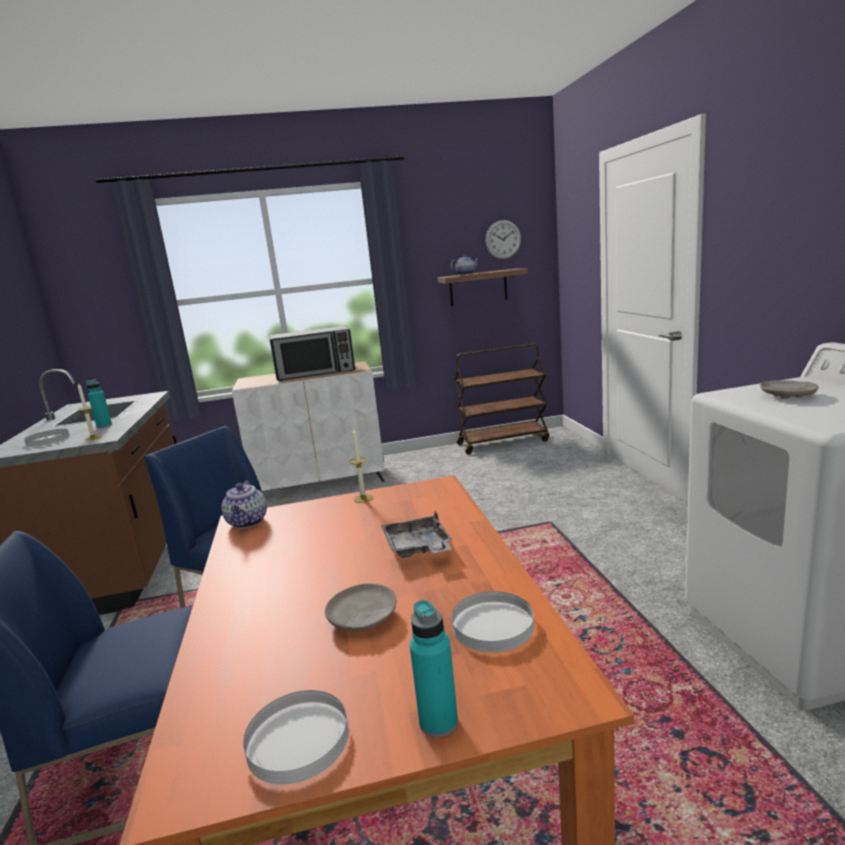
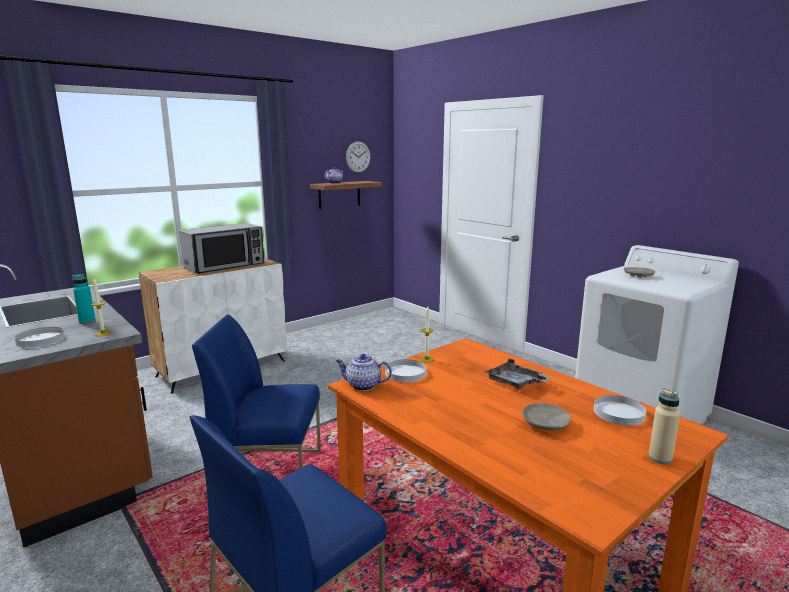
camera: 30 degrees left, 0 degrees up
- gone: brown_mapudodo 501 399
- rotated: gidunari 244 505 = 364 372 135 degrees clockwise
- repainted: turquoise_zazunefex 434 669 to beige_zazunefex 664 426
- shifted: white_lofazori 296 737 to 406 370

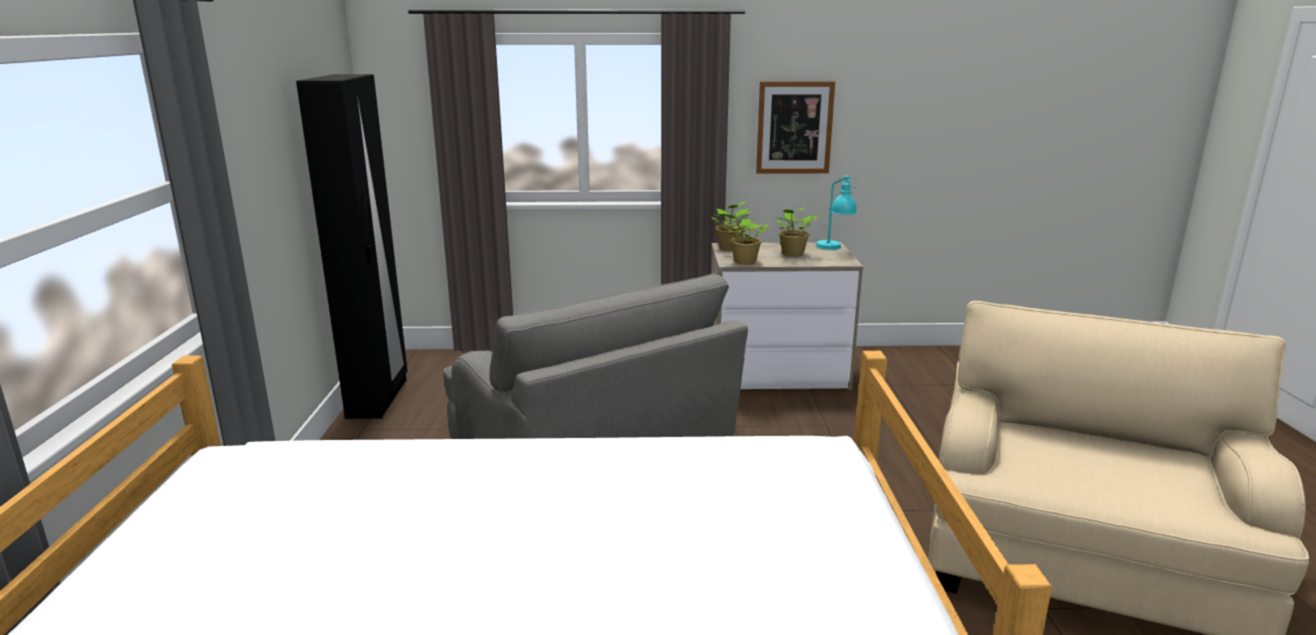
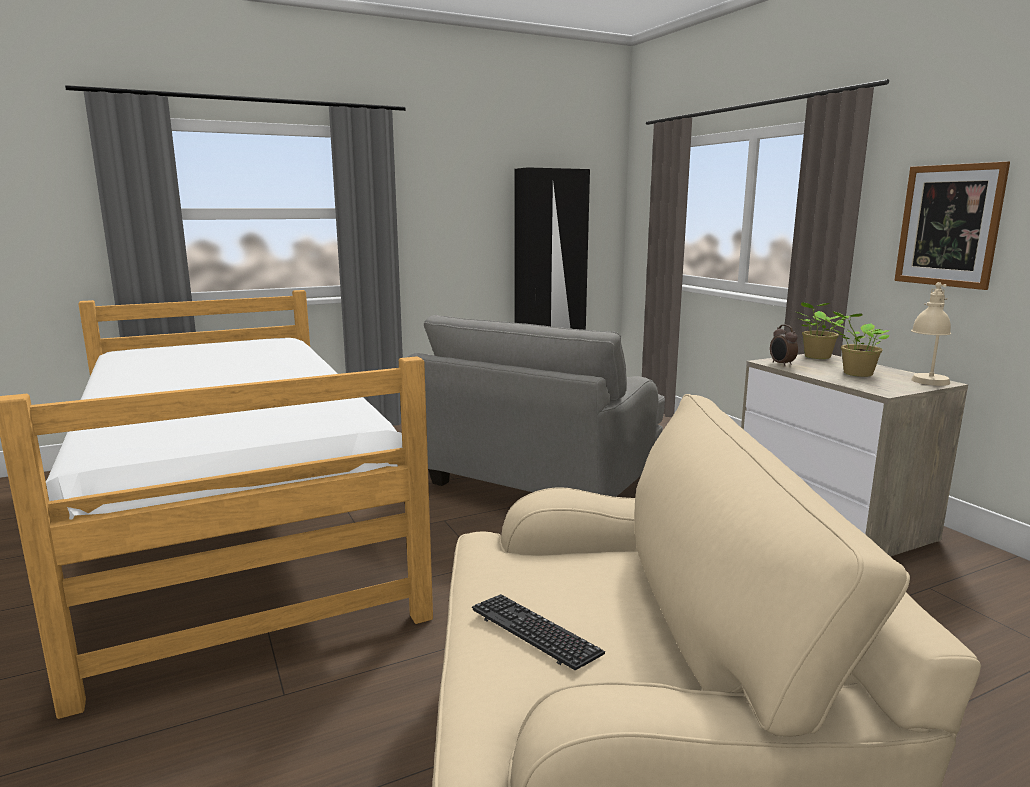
camera: 65 degrees right, 5 degrees down
- repainted: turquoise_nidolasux 836 212 to beige_nidolasux 931 334
- swapped: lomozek 744 239 to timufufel 784 345
- new: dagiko 538 632

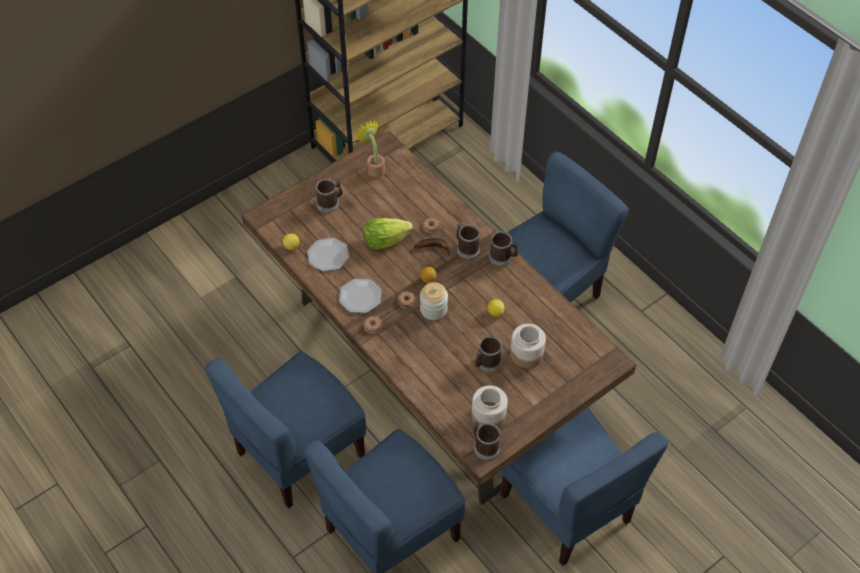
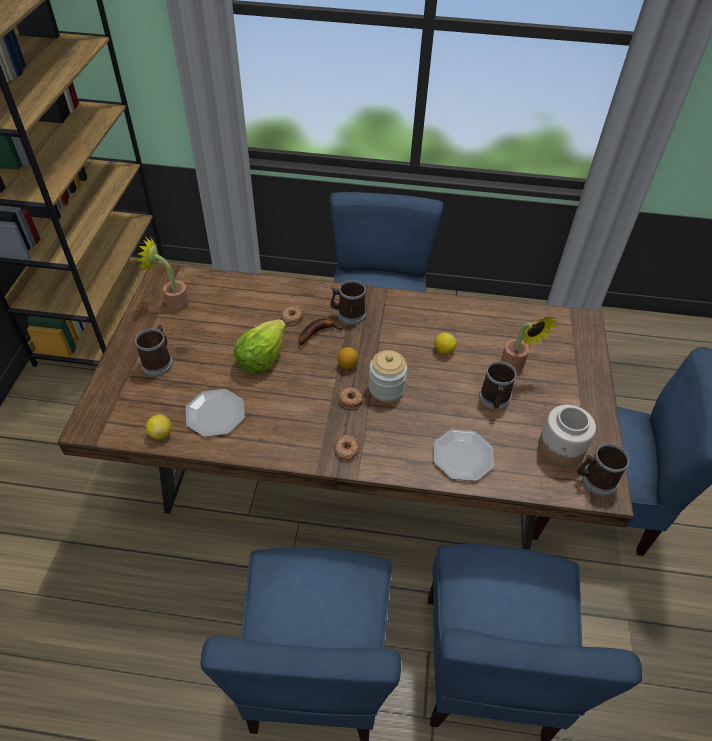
camera: 45 degrees left, 5 degrees down
- gone: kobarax 503 248
- shifted: lofazori 360 296 to 463 455
- swapped: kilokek 528 346 to lomozek 530 344

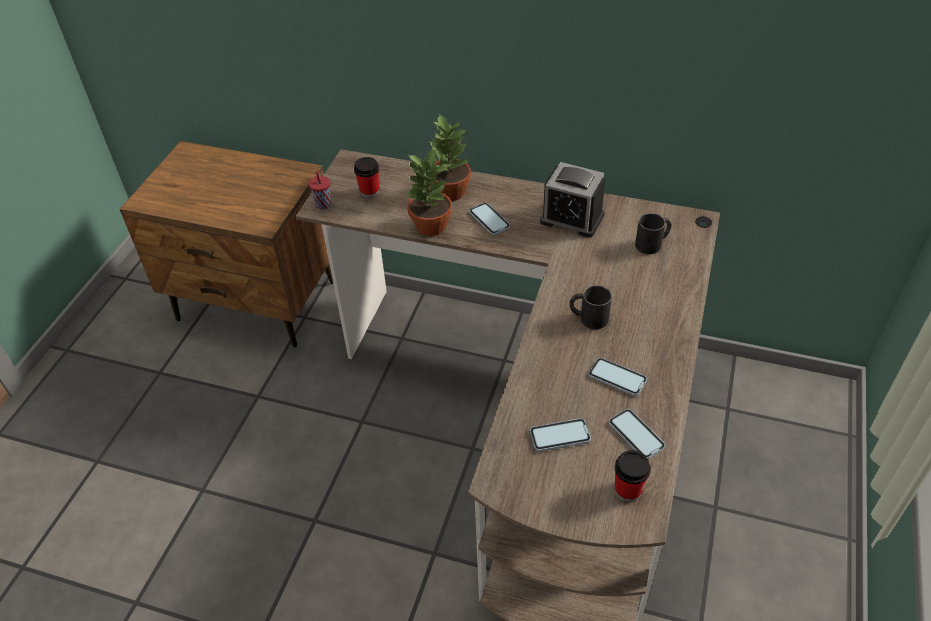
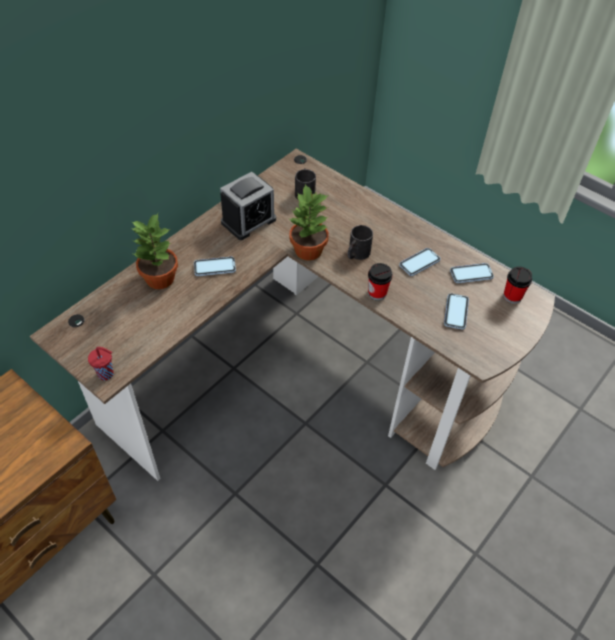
camera: 70 degrees left, 5 degrees up
- shifted: lomozek 428 192 to 309 222
- shifted: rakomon 366 177 to 380 282

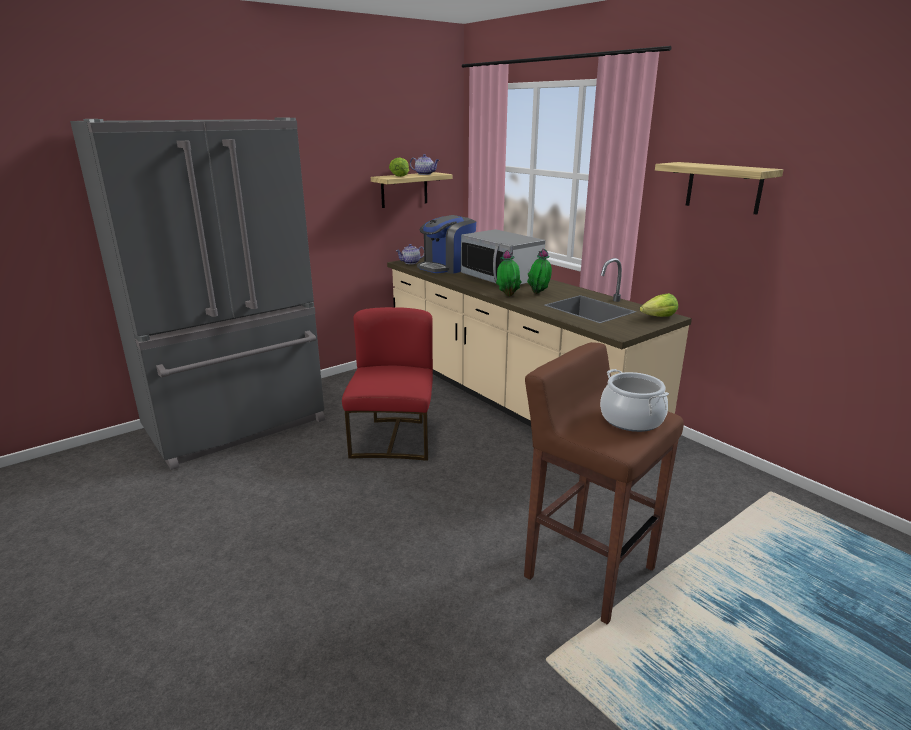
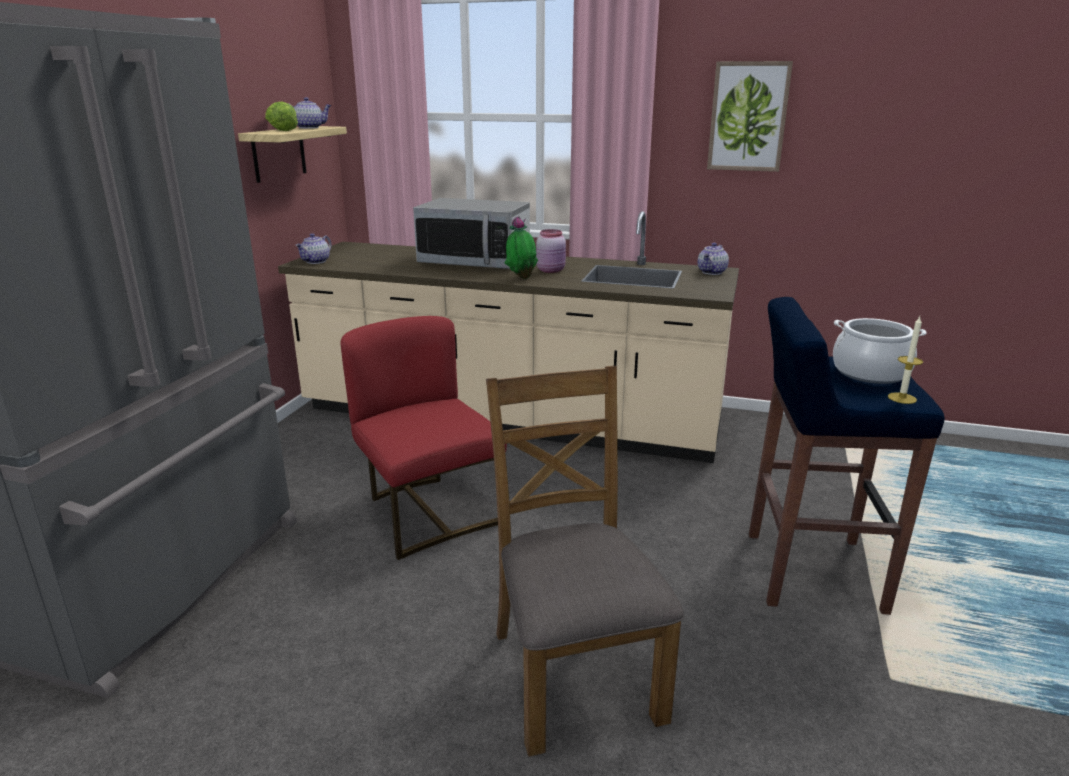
camera: 35 degrees left, 0 degrees up
- swapped: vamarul 719 188 to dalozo 750 116
- gone: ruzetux 446 244
- swapped: lomozek 539 271 to pink_kilokek 551 251
- swapped: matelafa 659 305 to gidunari 713 259
- repainted: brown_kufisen 604 483 to blue_kufisen 847 456
- new: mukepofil 905 360
- new: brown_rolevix 585 561

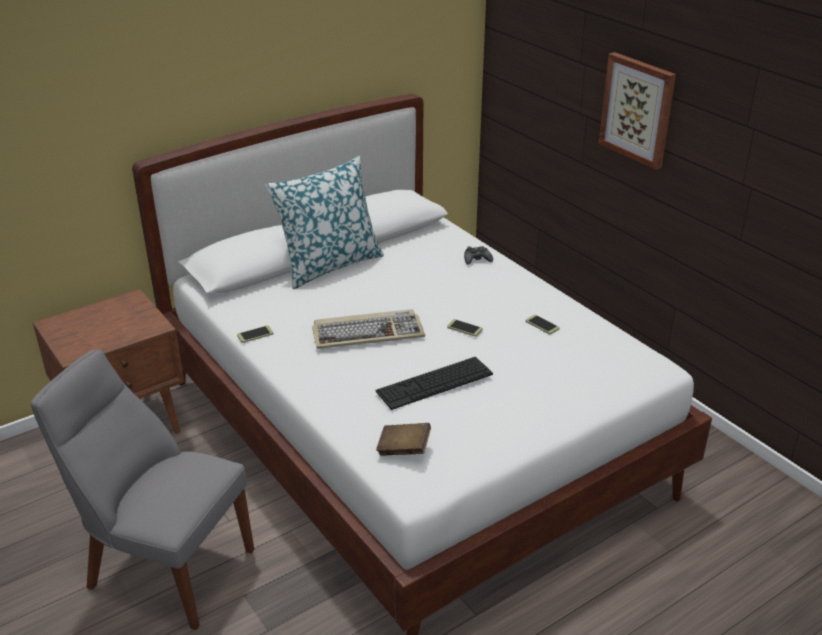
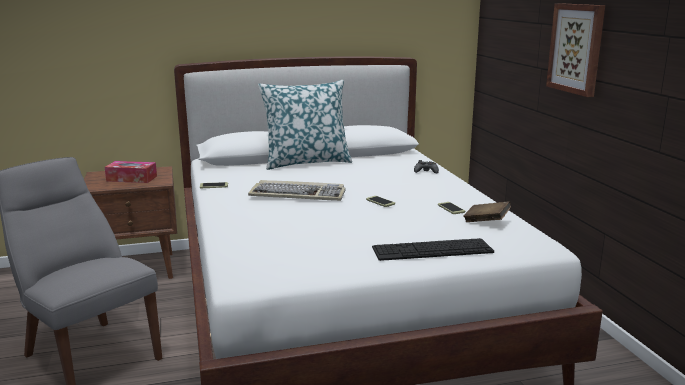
camera: 20 degrees right, 15 degrees down
- shifted: dagiko 434 383 to 433 249
- shifted: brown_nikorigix 403 439 to 487 211
- new: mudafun 131 172

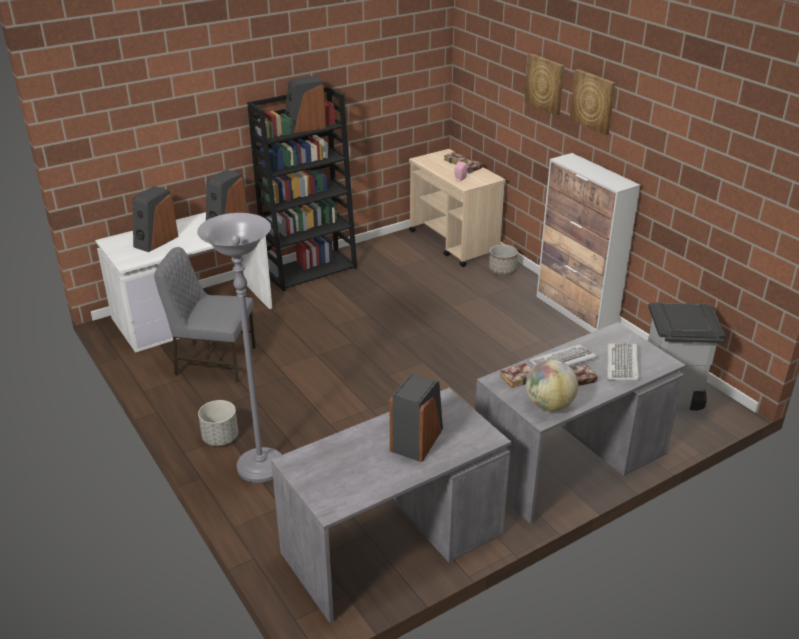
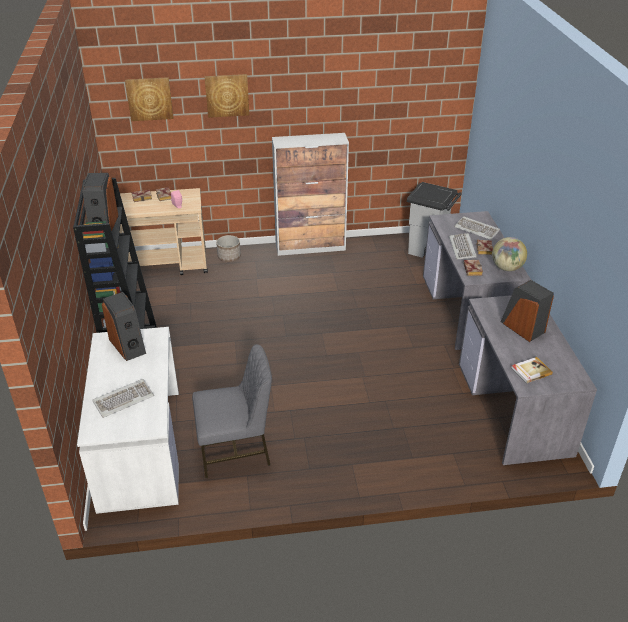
camera: 65 degrees left, 5 degrees up
- shifted: dalozo 592 102 to 149 99
- swapped: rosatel 155 219 to dagiko 123 398
- gone: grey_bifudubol 239 348
- rotated: grey_rolevix 205 315 = 232 411 135 degrees counterclockwise
- gone: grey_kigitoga 218 423
- new: nikorigix 532 370

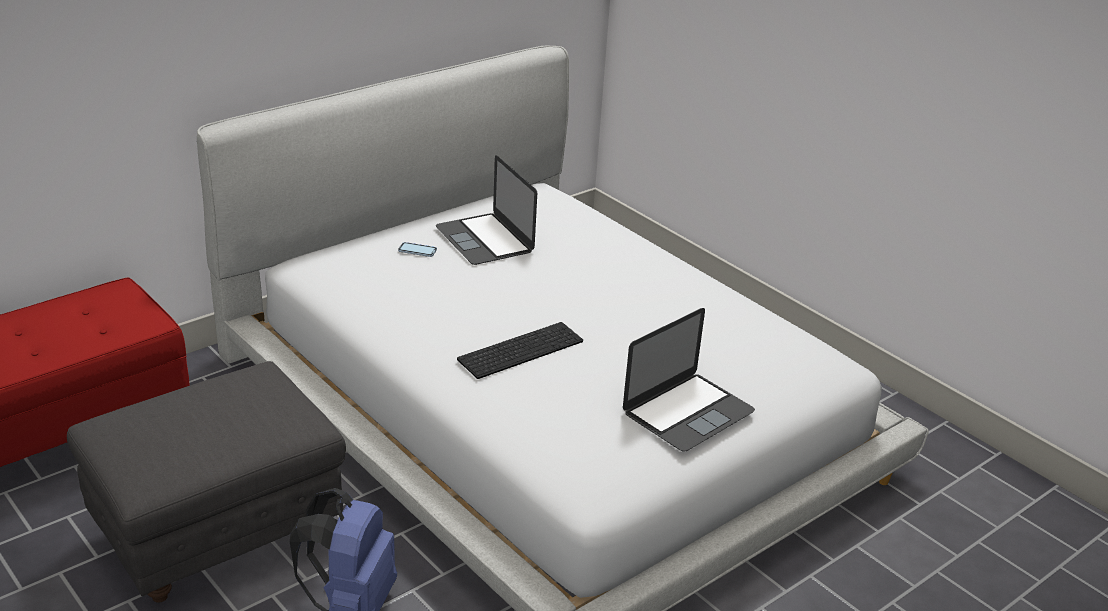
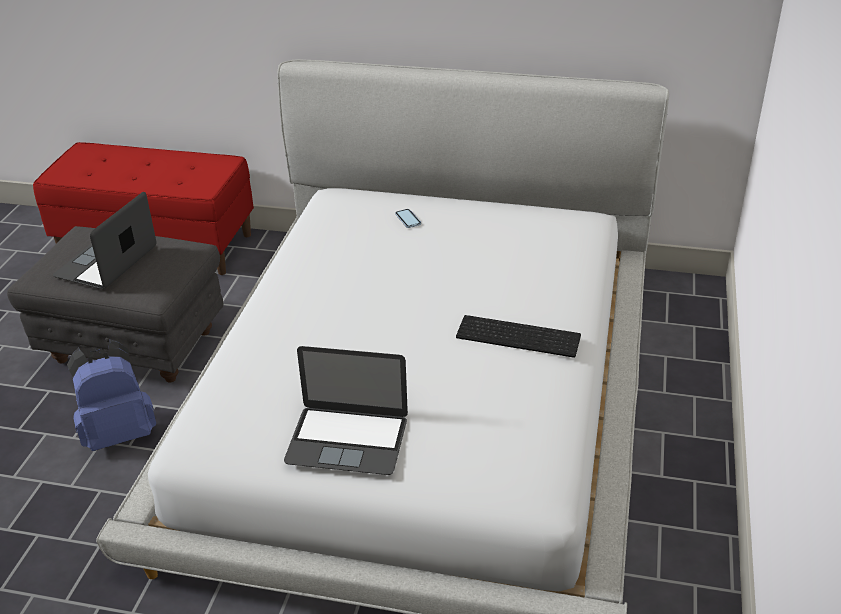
camera: 55 degrees right, 5 degrees up
- shifted: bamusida 486 210 to 104 240
- shifted: dagiko 520 350 to 518 336

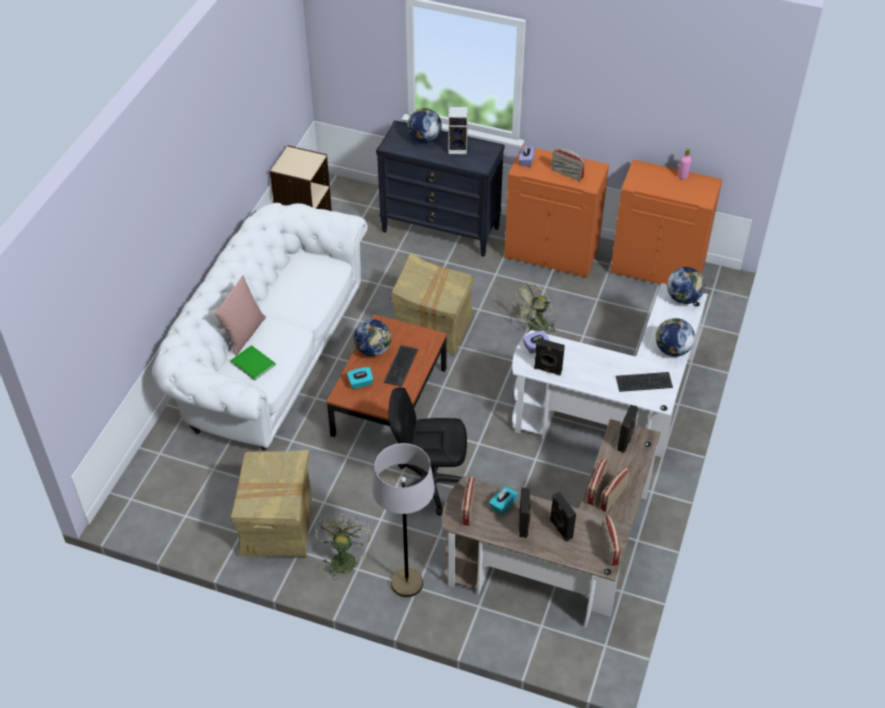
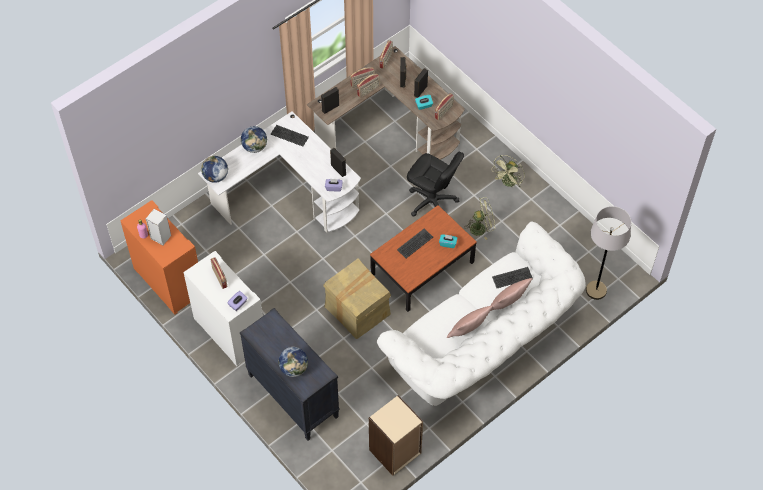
camera: 150 degrees left, 10 degrees up
- shifted: rosatel 458 130 to 158 227
- repainted: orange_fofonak 556 211 to white_fofonak 223 308
- shifted: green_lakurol 534 309 to 479 218
- gone: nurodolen 372 338
- swapped: green_nikorigix 253 363 to dagiko 512 277
- shifted: grey_bifudubol 403 520 to 608 253
- gone: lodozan 271 503
- new: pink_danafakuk 470 322

